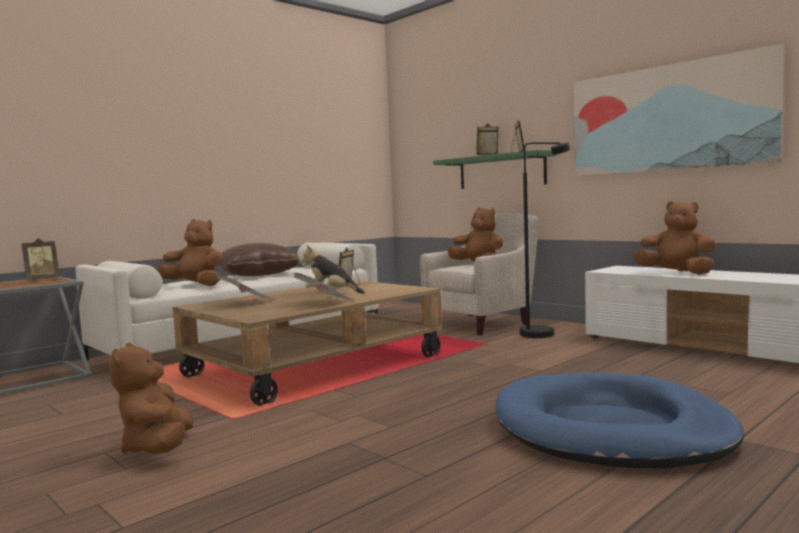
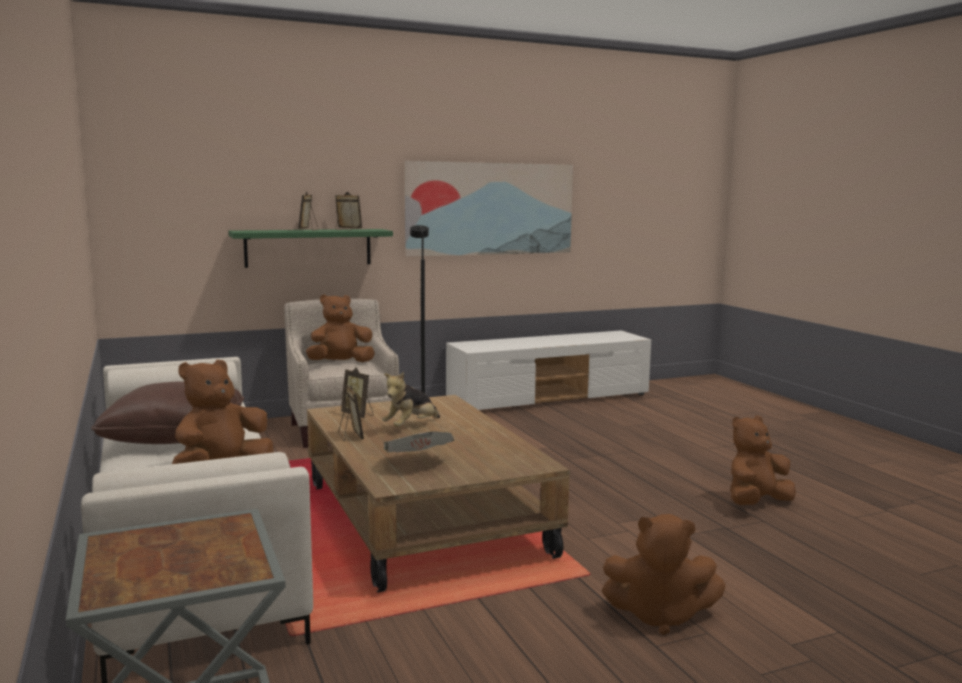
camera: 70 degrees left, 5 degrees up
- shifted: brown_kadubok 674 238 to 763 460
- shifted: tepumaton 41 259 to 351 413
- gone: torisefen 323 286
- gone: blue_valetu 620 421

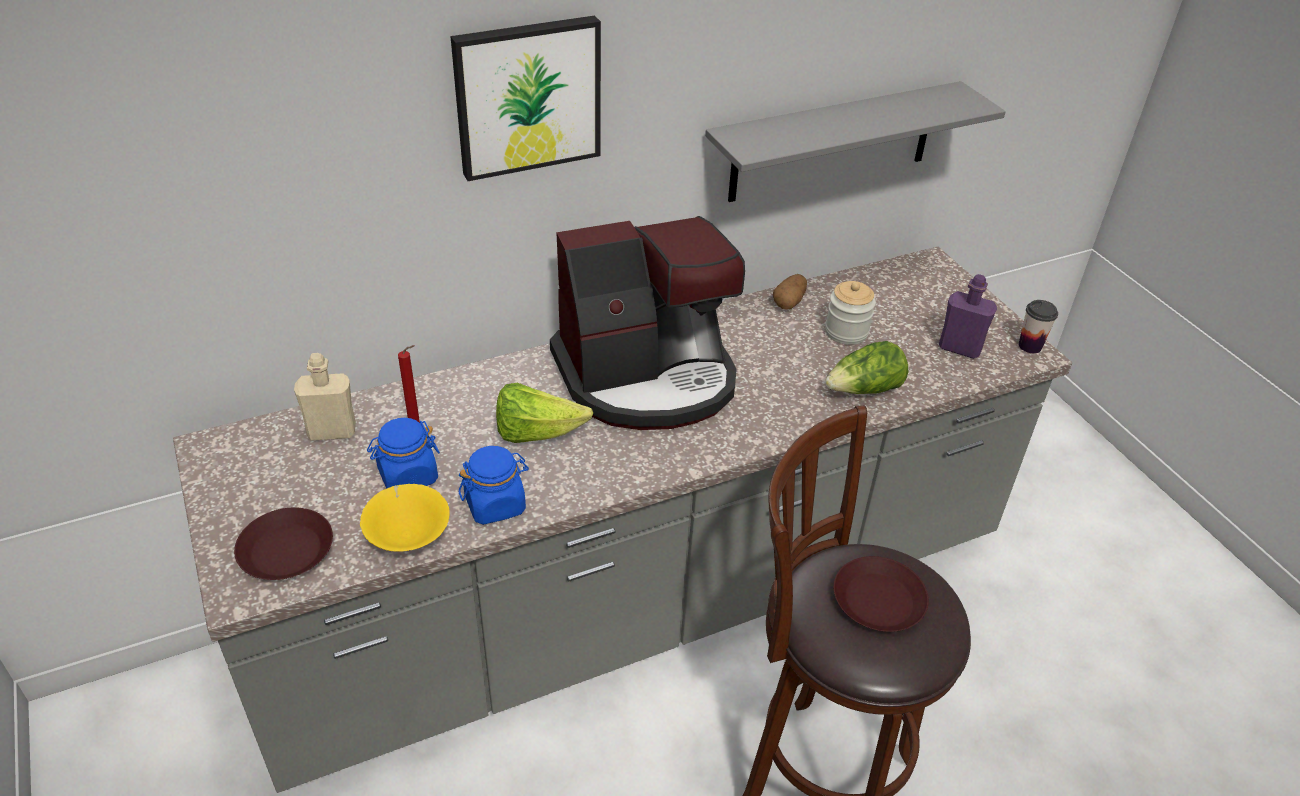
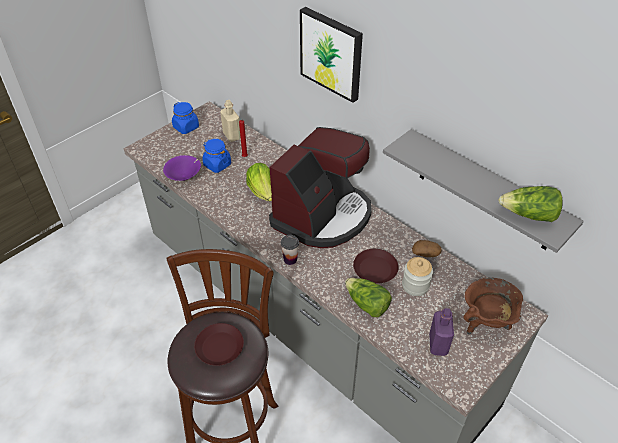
camera: 70 degrees right, 5 degrees up
- rotated: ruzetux 647 323 = 320 187 105 degrees counterclockwise
- shifted: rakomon 1038 326 to 290 250
- shifted: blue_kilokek 494 485 to 185 118
- repainted: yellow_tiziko 405 518 to purple_tiziko 182 168
- shifted: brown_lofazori 283 543 to 376 266
- new: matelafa 530 204
- new: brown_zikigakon 493 306

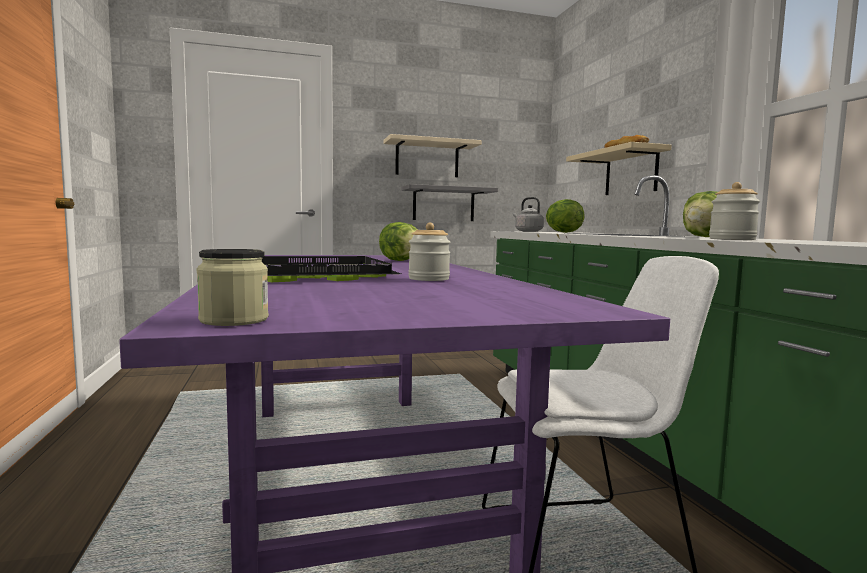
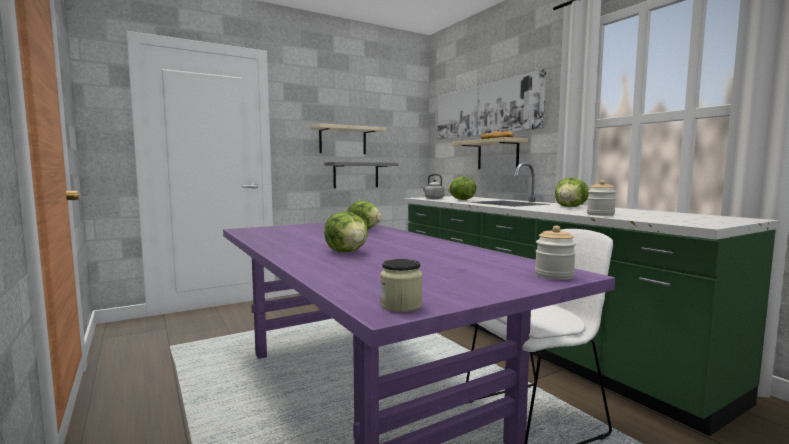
camera: 15 degrees left, 0 degrees up
- shifted: kilokek 429 252 to 555 253
- swapped: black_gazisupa 331 269 to matelafa 346 232
- new: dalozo 492 104

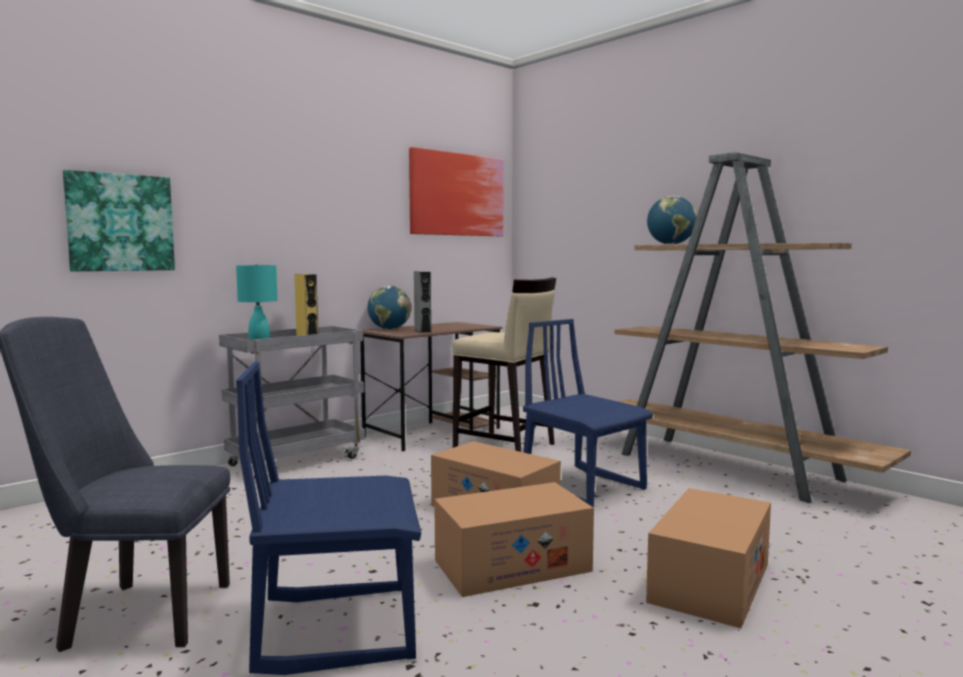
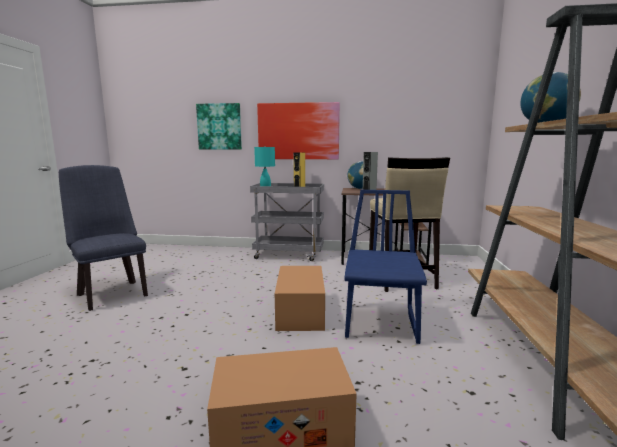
camera: 50 degrees right, 5 degrees up
- shifted: dalozo 456 191 to 298 130
- gone: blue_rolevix 328 518
- gone: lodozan 514 539

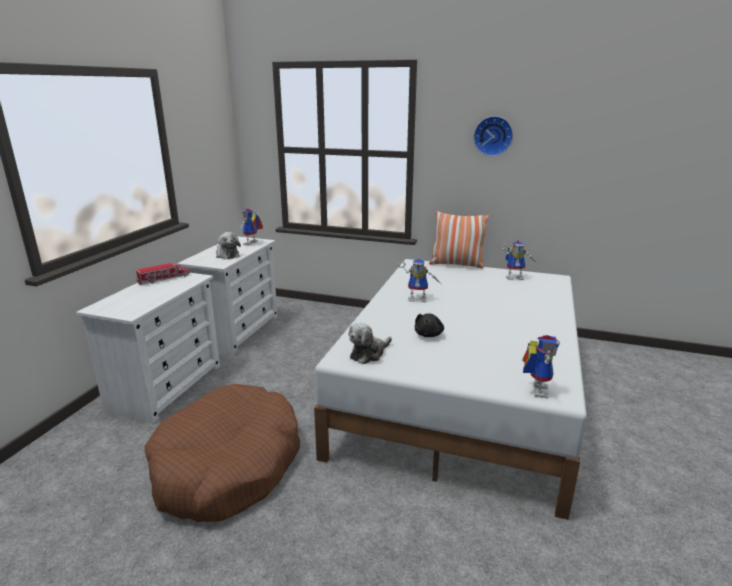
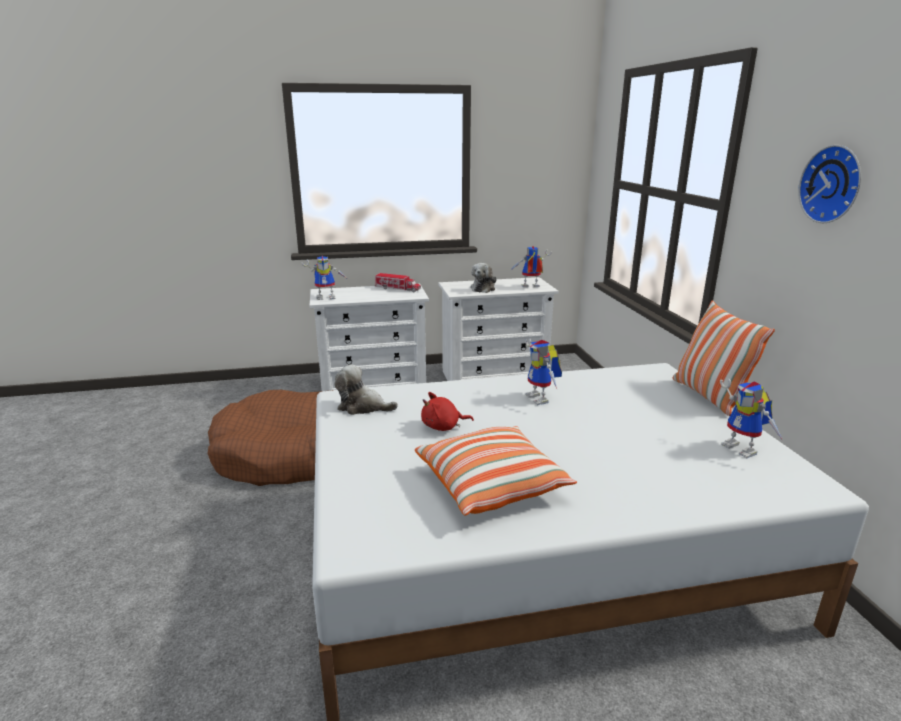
camera: 60 degrees right, 0 degrees up
- repainted: black_kadubok 429 325 to red_kadubok 447 411
- shifted: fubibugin 541 366 to 325 278
- new: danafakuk 496 471

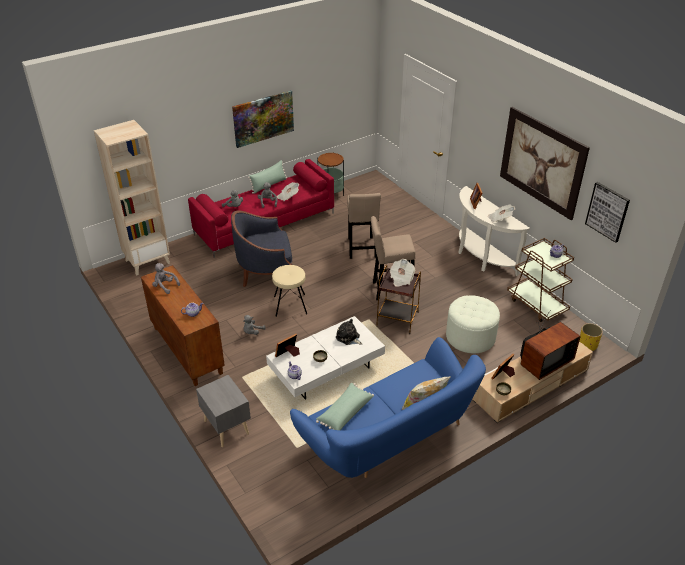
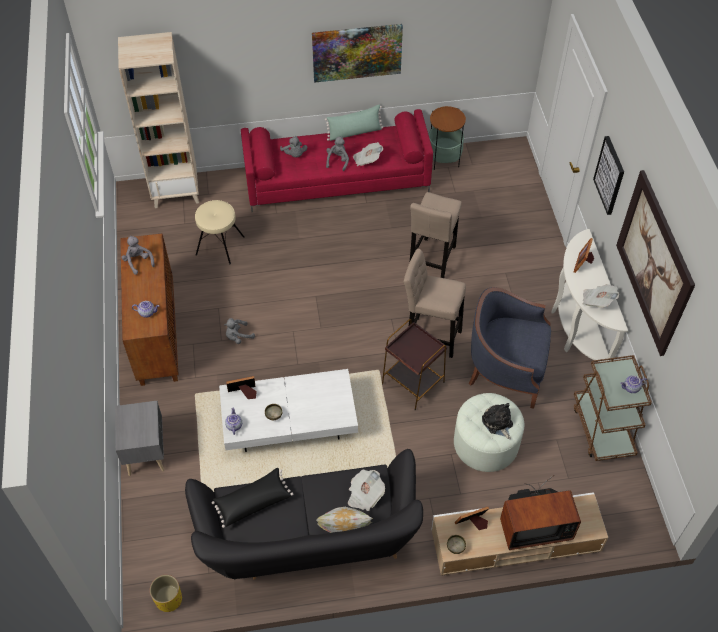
camera: 25 degrees right, 15 degrees up
- shifted: dalozo 607 212 to 608 175
- shifted: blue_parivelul 261 249 to 510 348
- shifted: torisefen 403 273 to 366 490
- shifted: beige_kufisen 289 291 to 220 232
- shifted: kadubok 349 332 to 497 421
- shifted: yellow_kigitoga 591 337 to 166 593
- repainted: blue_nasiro 388 407 to black_nasiro 304 514
- repainted: green_danafakuk 345 406 to black_danafakuk 252 498

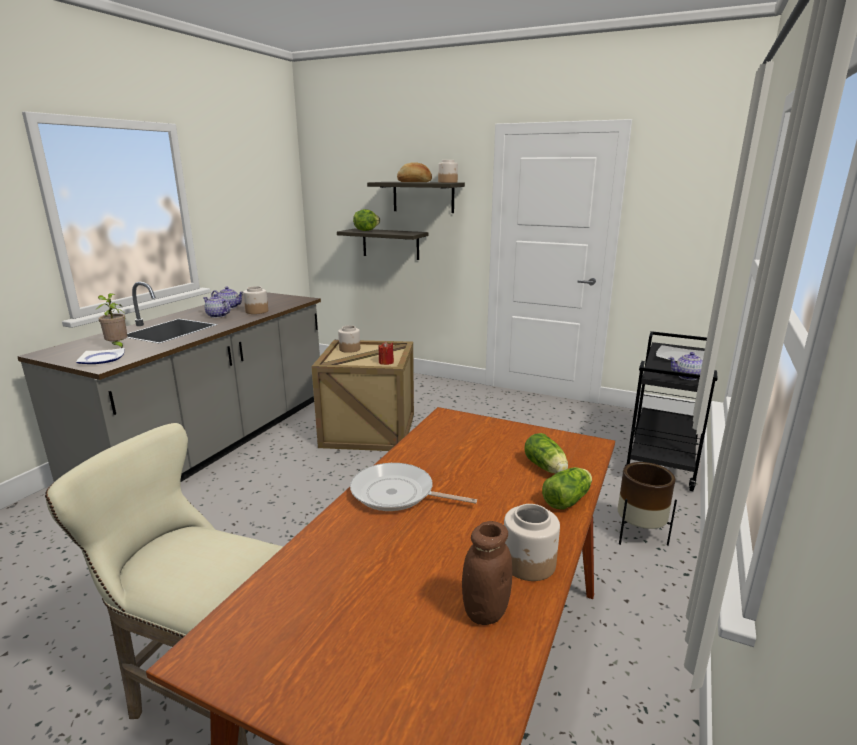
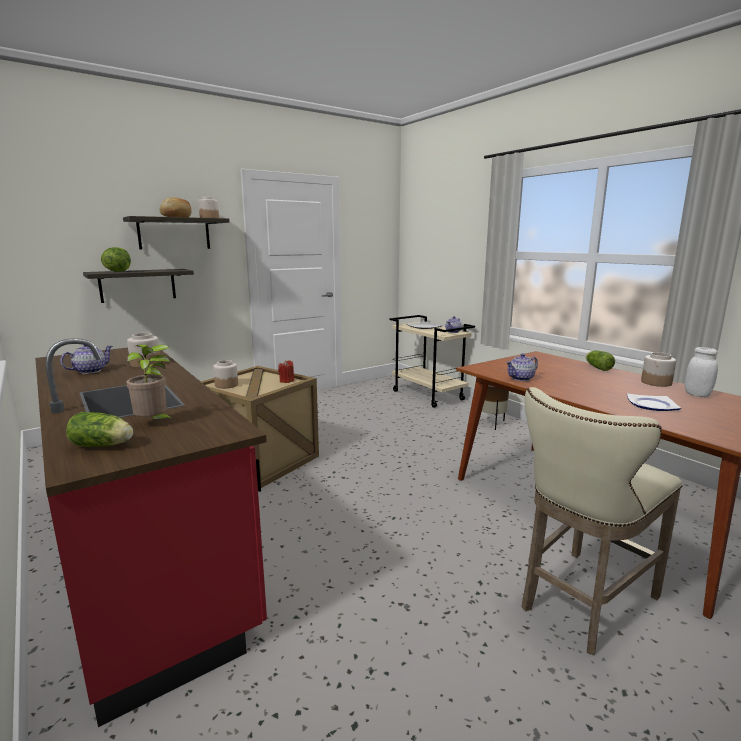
camera: 60 degrees left, 5 degrees down
- repainted: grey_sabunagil 169 382 to red_sabunagil 151 532
- shifted: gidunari 217 306 to 522 367
- repainted: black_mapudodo 671 411 to beige_mapudodo 432 361
- shifted: lofazori 100 356 to 654 402
- shifted: matelafa 546 453 to 99 429
- gone: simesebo 413 487
- repainted: brown_kilokek 487 573 to white_kilokek 701 372

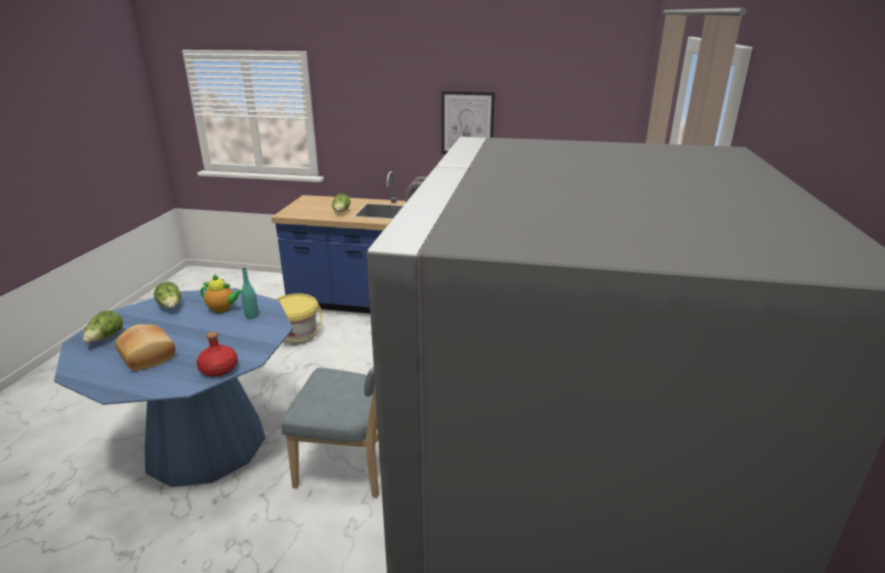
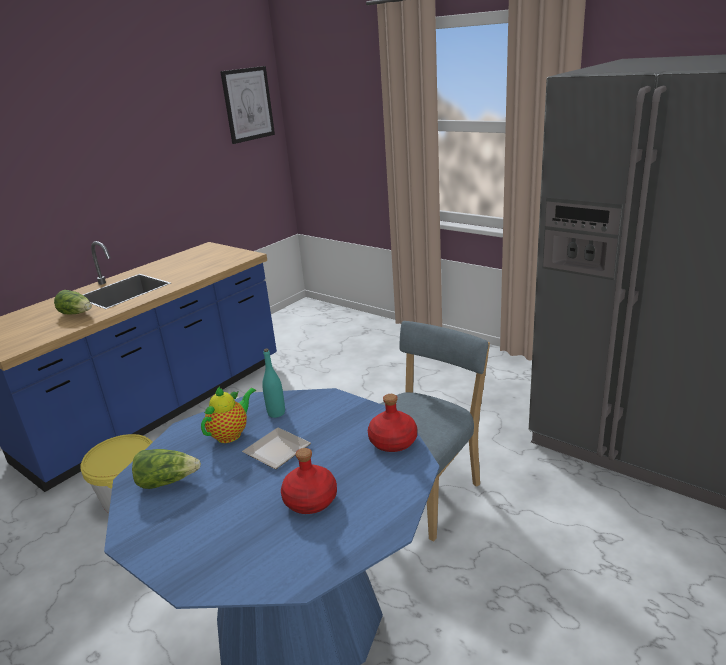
camera: 60 degrees left, 0 degrees up
- shifted: dalozo 468 122 to 247 105
- gone: matelafa 103 326
- swapped: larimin 145 347 to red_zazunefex 309 481
- new: lofazori 276 448

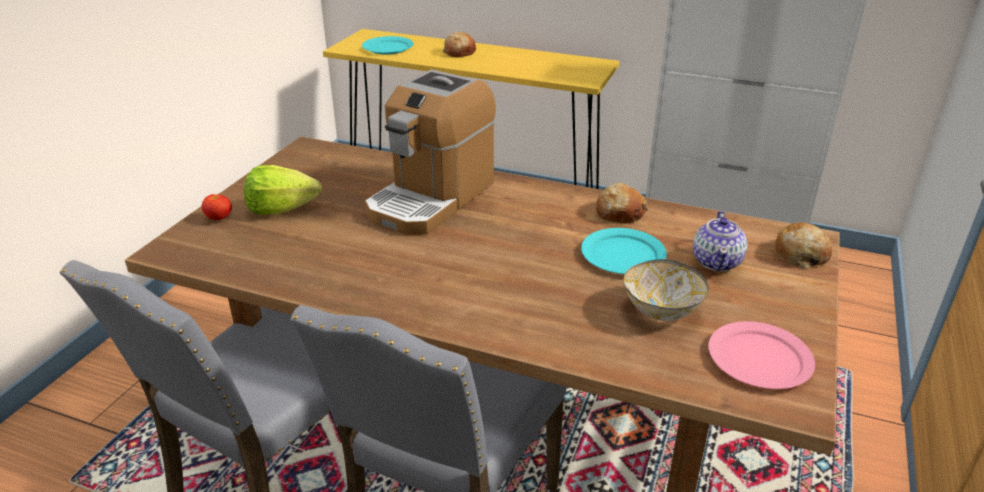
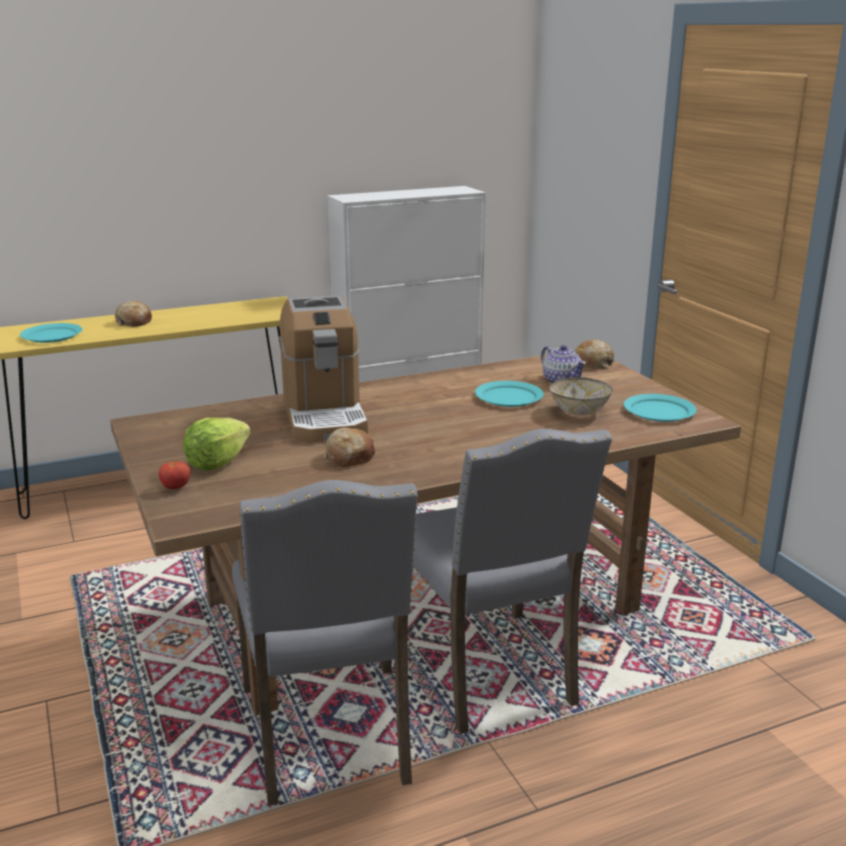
camera: 45 degrees left, 10 degrees down
- shifted: larimin 622 203 to 349 447
- repainted: pink_lofazori 761 355 to turquoise_lofazori 660 408

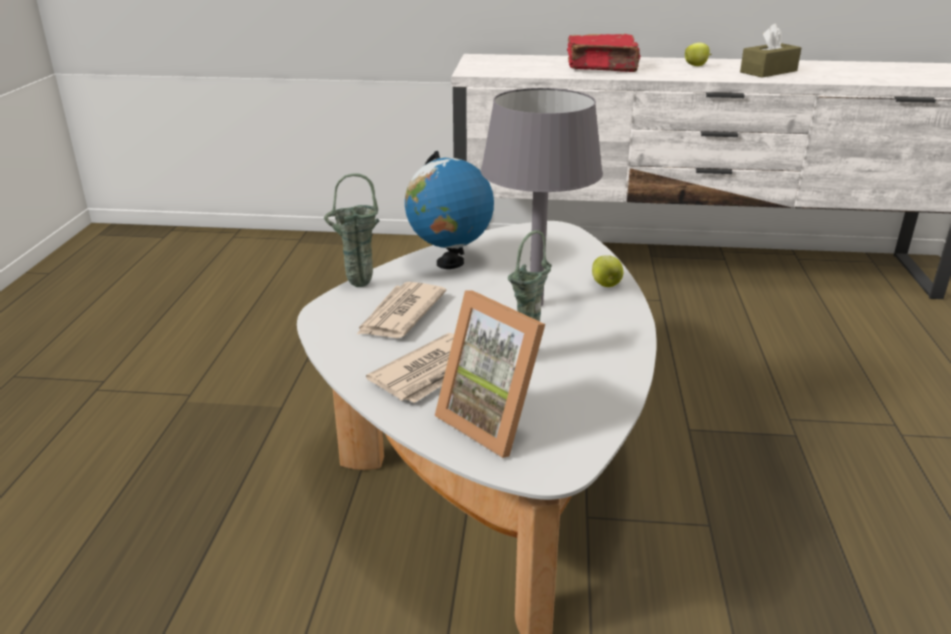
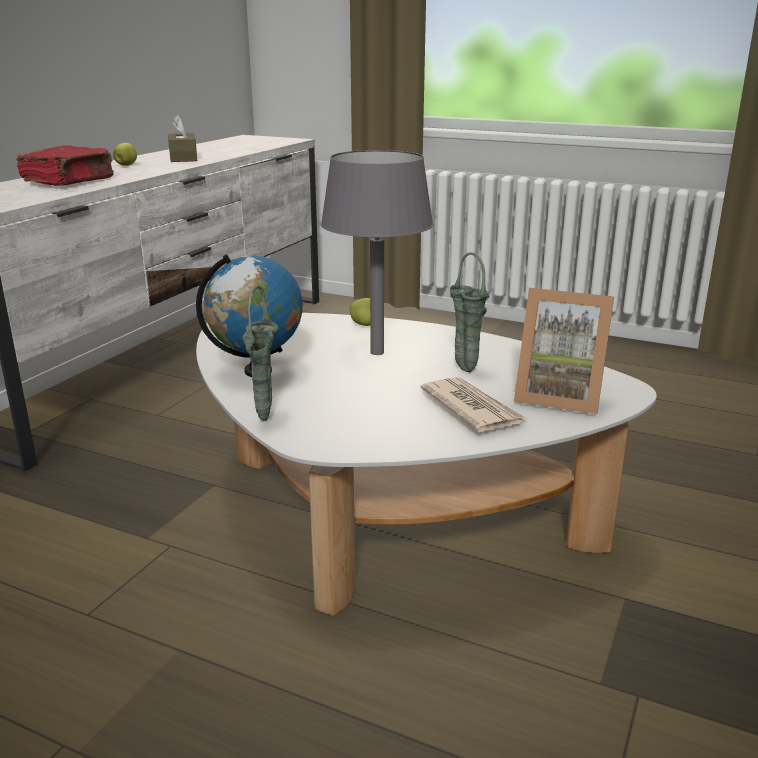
camera: 70 degrees left, 5 degrees down
- gone: torisefen 401 310
- rotated: tepumaton 490 374 = 564 351 45 degrees clockwise

